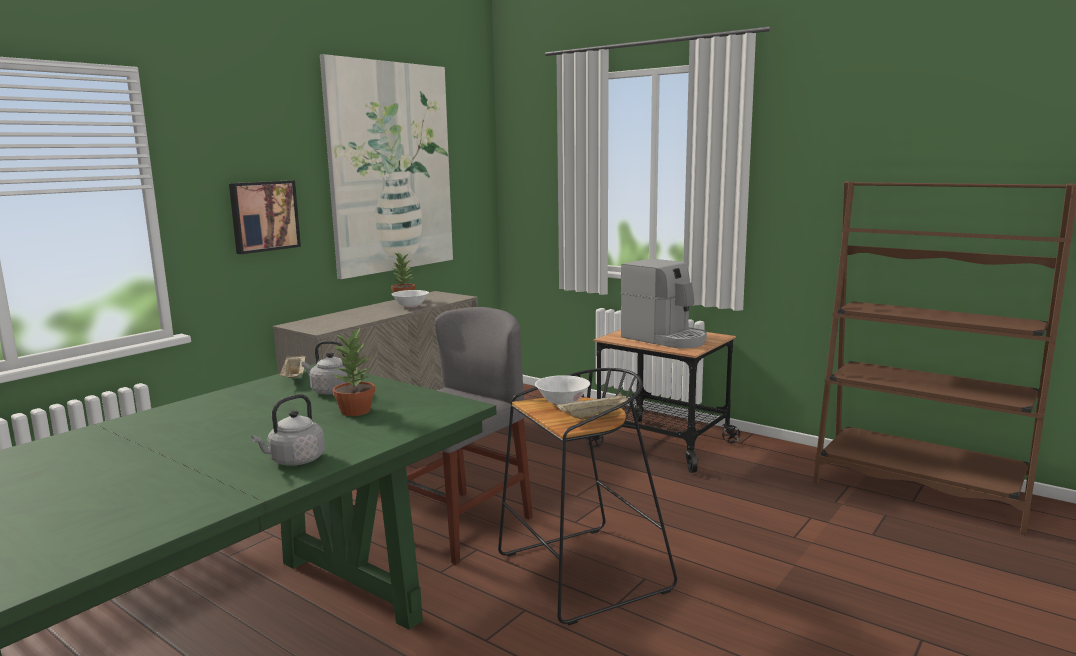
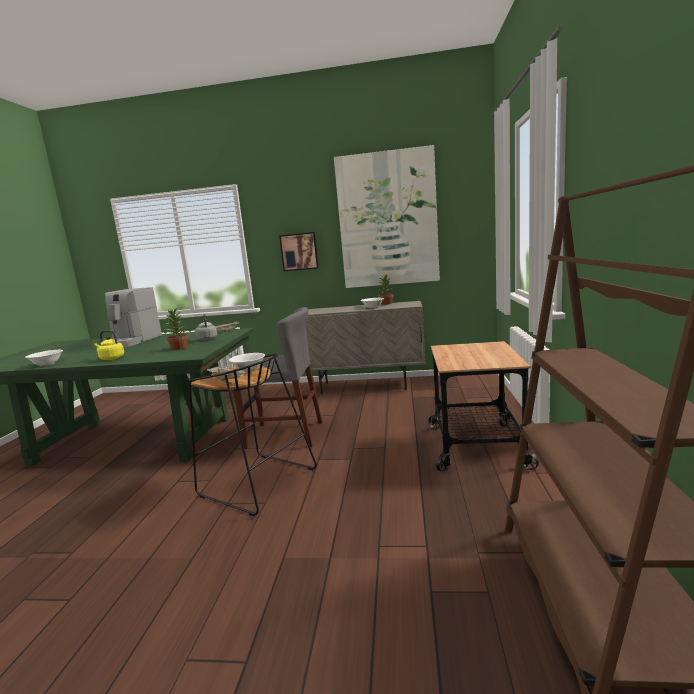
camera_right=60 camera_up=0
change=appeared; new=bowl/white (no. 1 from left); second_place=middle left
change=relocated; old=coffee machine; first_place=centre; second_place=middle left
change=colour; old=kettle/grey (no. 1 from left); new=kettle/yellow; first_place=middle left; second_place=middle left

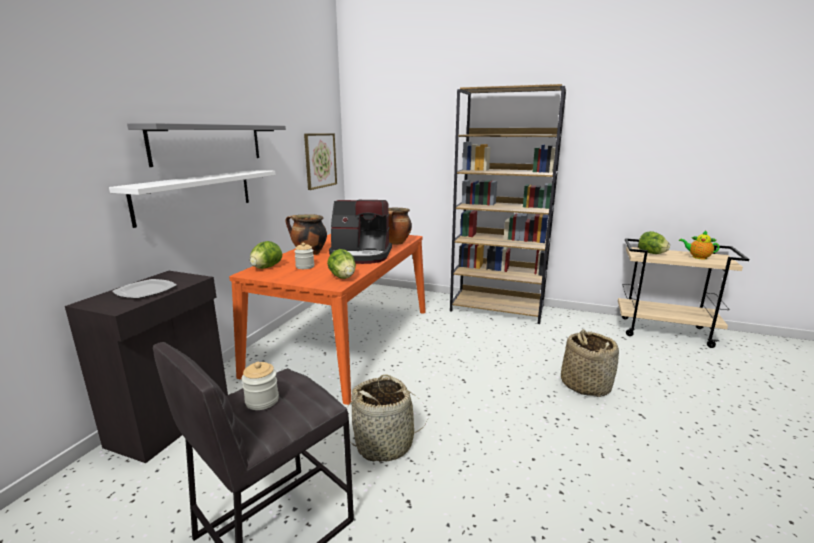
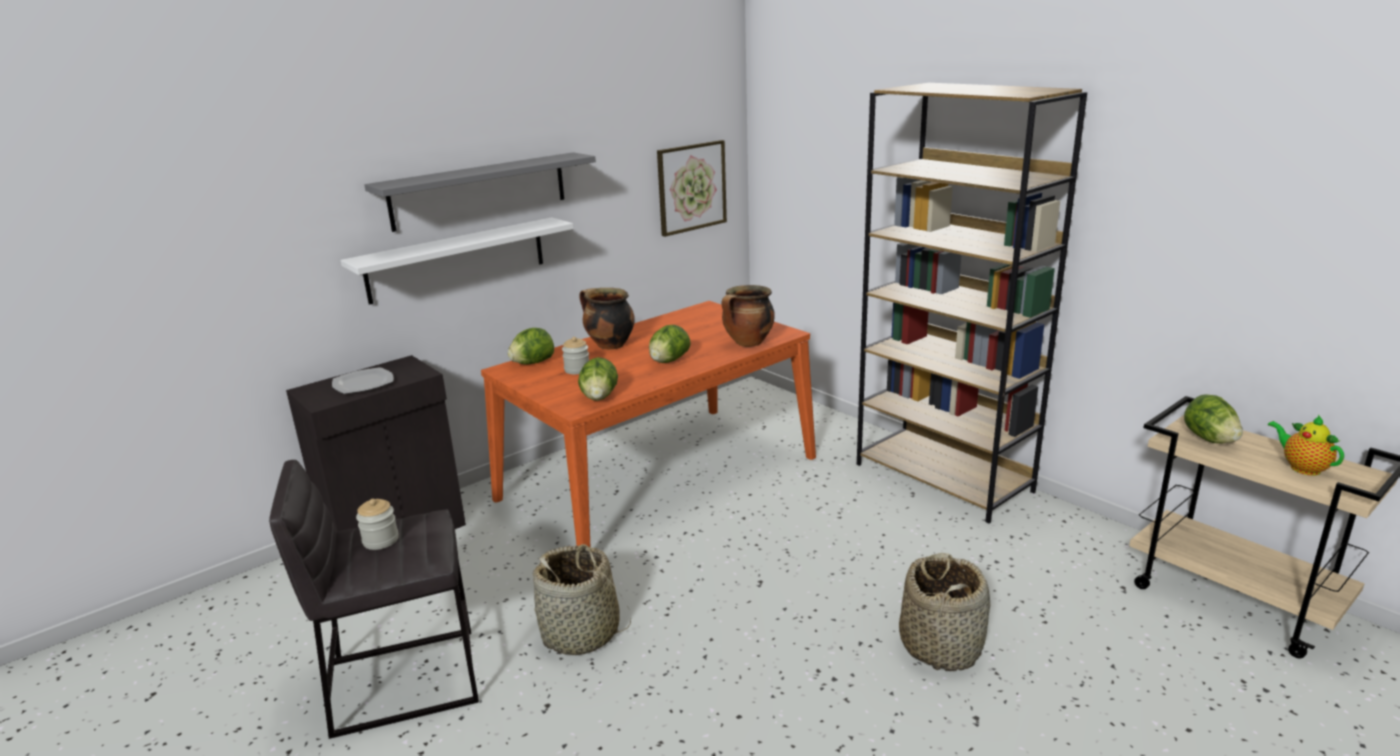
camera_right=30 camera_up=5
change=exchanged; old=coffee machine; new=lettuce (no. 3 from left); first_place=centre; second_place=centre

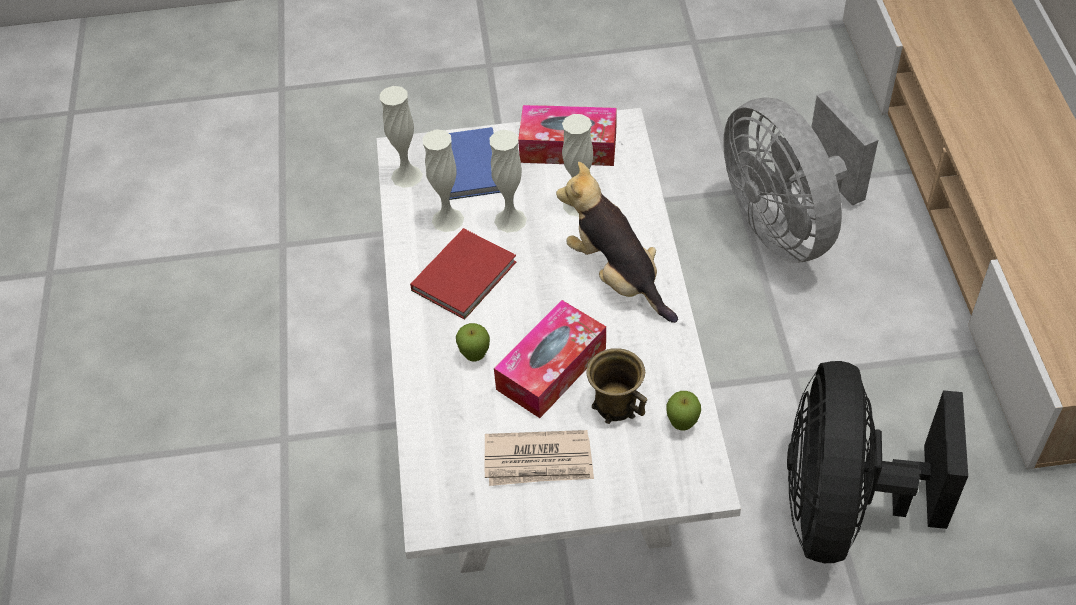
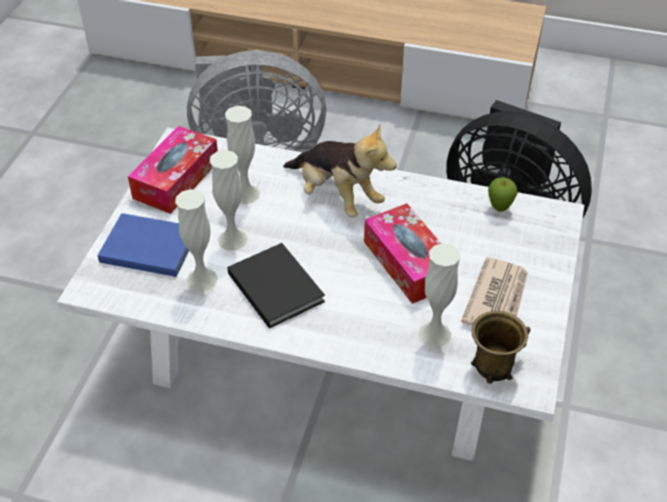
camera_right=-70 camera_up=-5
change=missing; old=apple (no. 1 from left); first_place=centre
change=relocated; old=vase/white (no. 1 from left in the first image); new=vase/white (no. 4 from left); first_place=top centre; second_place=centre
change=relocated; old=mug/brown; first_place=centre; second_place=bottom right
change=colour; old=book/red; new=book/black; first_place=centre; second_place=centre
change=spun; old=plush toy; first_place=centre; second_place=centre; degrees=-120

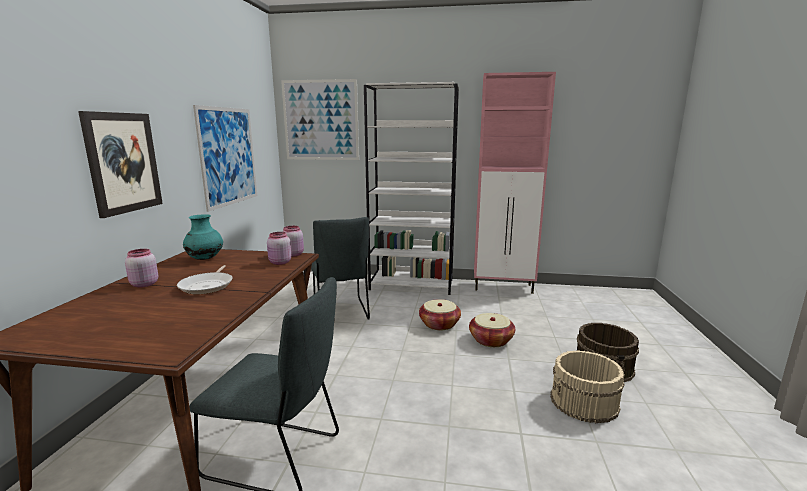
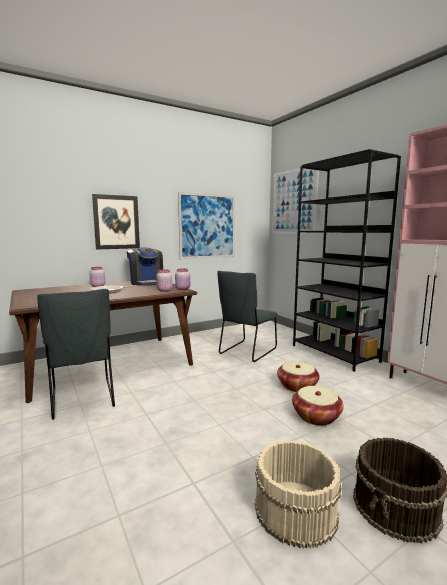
camera_right=50 camera_up=-5
change=exchanged; old=vase/turquoise; new=coffee machine; first_place=middle left; second_place=middle left
change=colour; old=bookcase/white; new=bookcase/black; first_place=centre; second_place=middle right

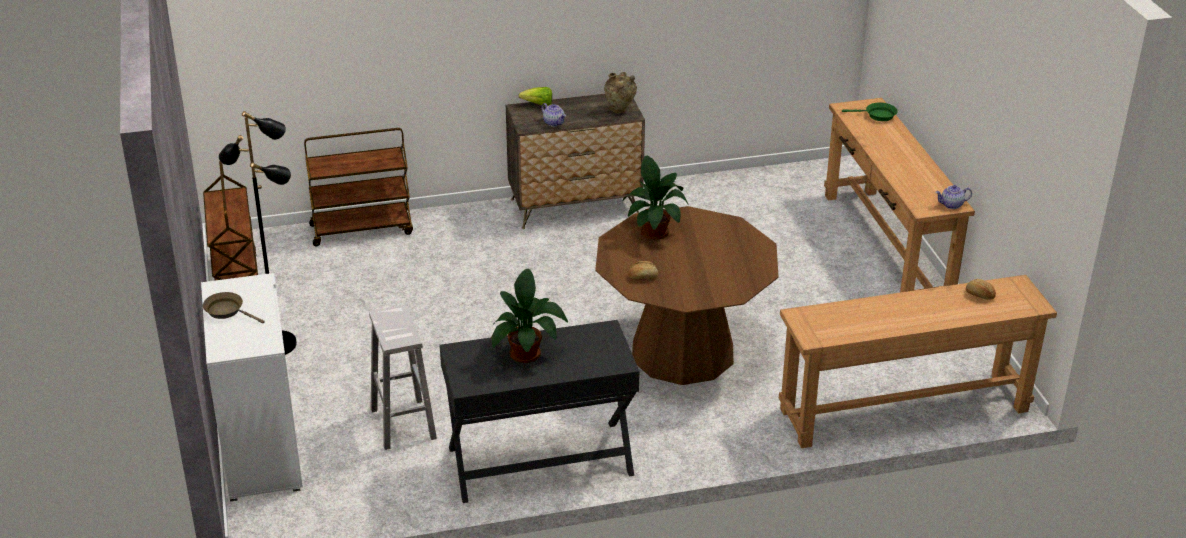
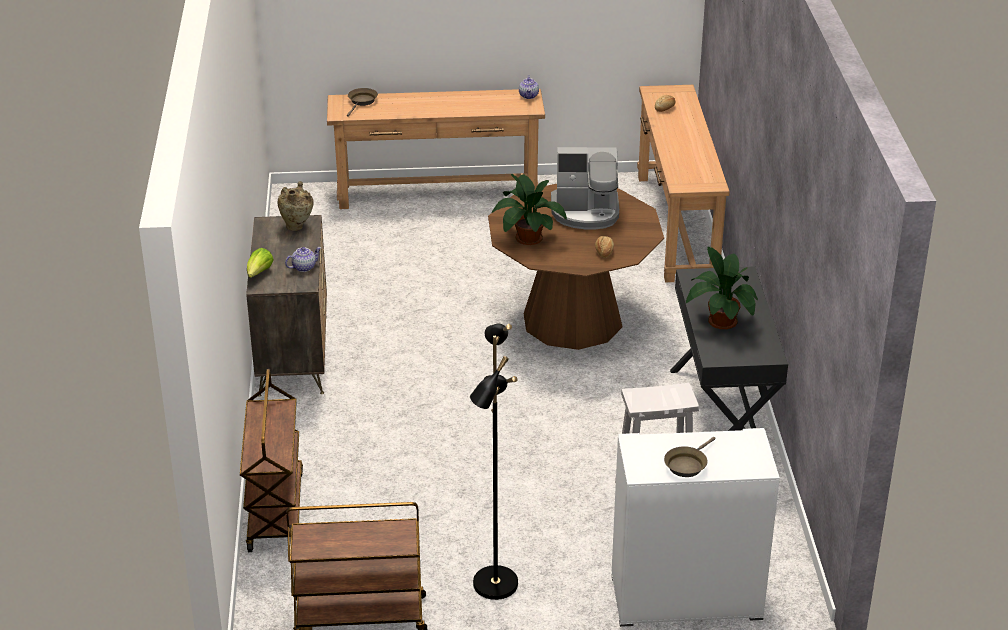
camera_right=-80 camera_up=0
change=appeared; new=coffee machine; second_place=top centre
change=colour; old=frying pan/green; new=frying pan/brown (no. 1 from left); first_place=top right; second_place=top centre

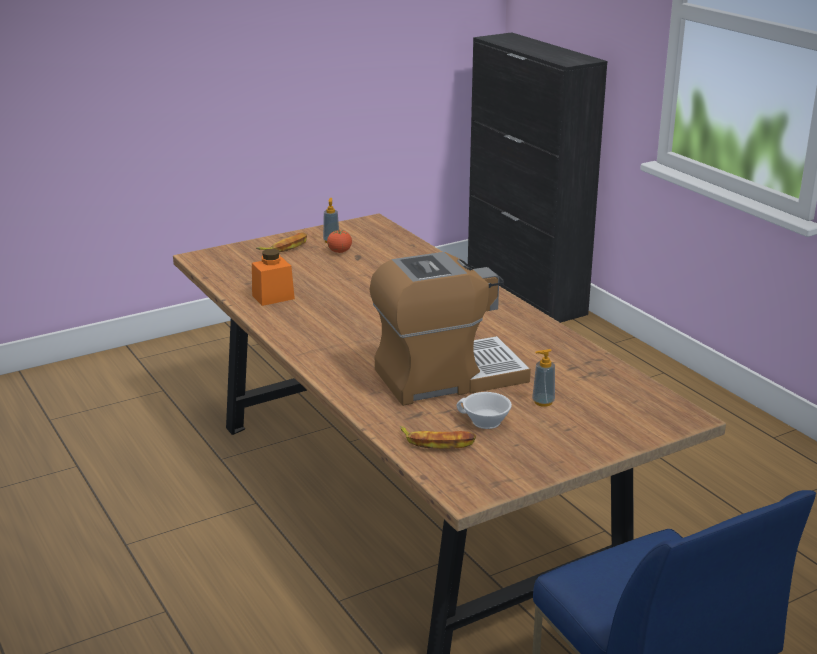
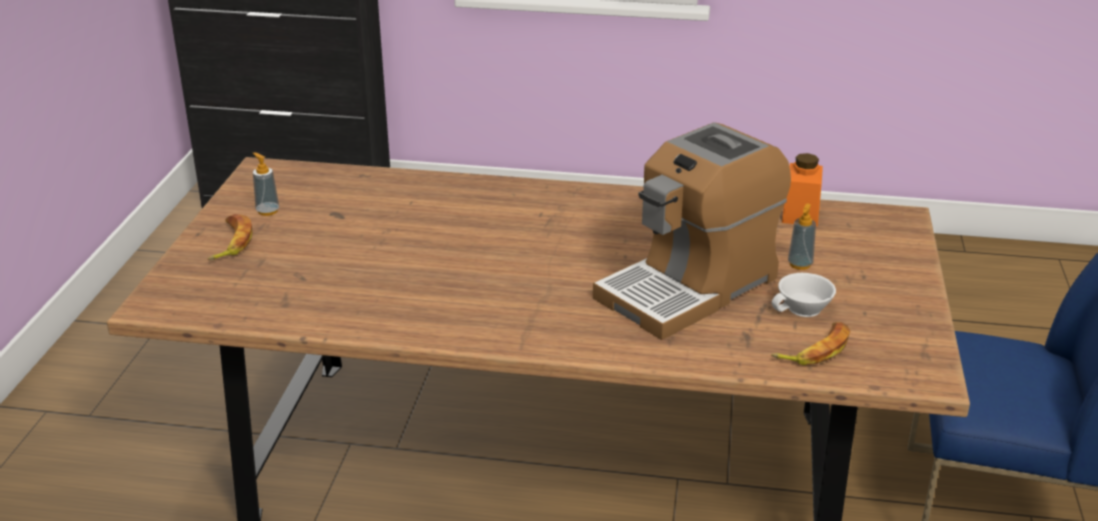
camera_right=-50 camera_up=5
change=missing; old=tomato; first_place=centre
change=relocated; old=jar/orange; first_place=centre; second_place=middle right
change=spun; old=coffee machine; first_place=centre; second_place=centre; degrees=-150

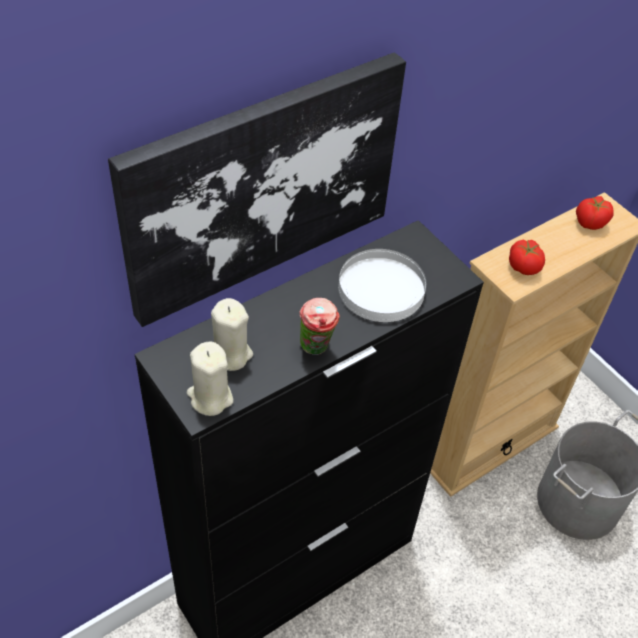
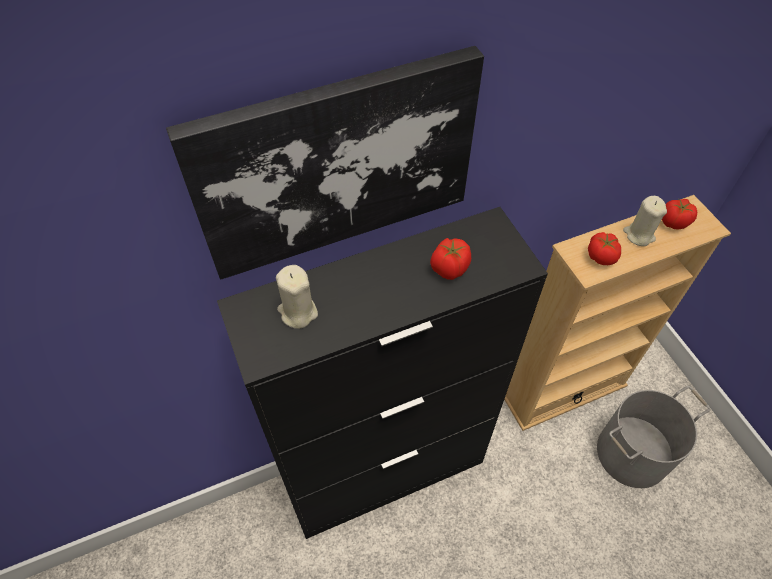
camera_right=15 camera_up=5
change=missing; old=cup; first_place=centre
change=relocated; old=candle/beige (no. 1 from left in the first image); new=candle/beige (no. 2 from left); first_place=middle left; second_place=middle right
change=exchanged; old=plate/white; new=tomato (no. 1 from left); first_place=centre; second_place=centre

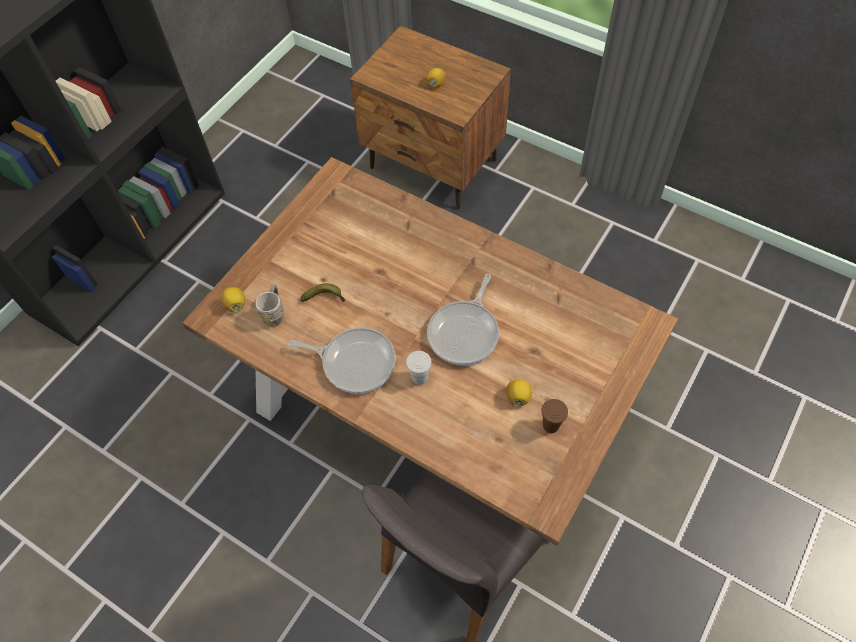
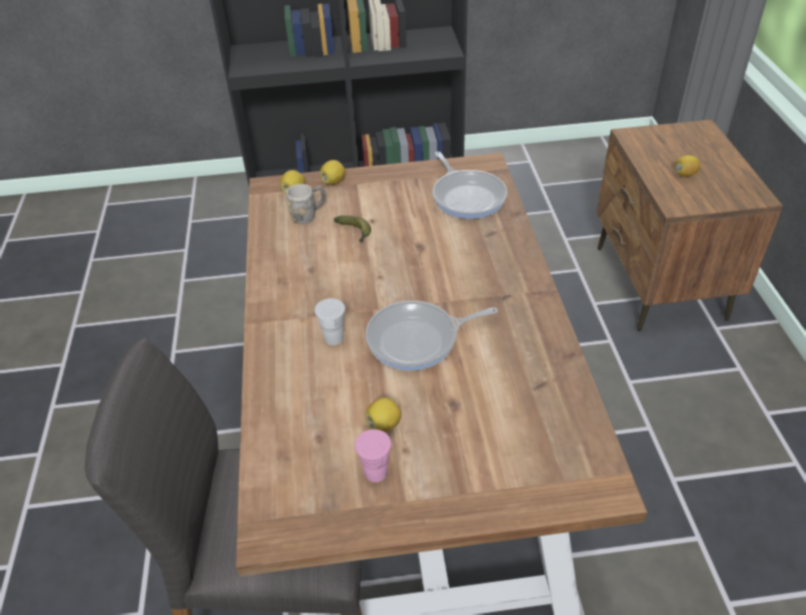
camera_right=50 camera_up=-15
change=appeared; new=lemon (no. 2 from left); second_place=top centre
change=relocated; old=frying pan (no. 1 from left in the first image); new=frying pan (no. 2 from left); first_place=centre; second_place=top centre
change=colour; old=cup/brown; new=cup/pink; first_place=centre; second_place=bottom centre

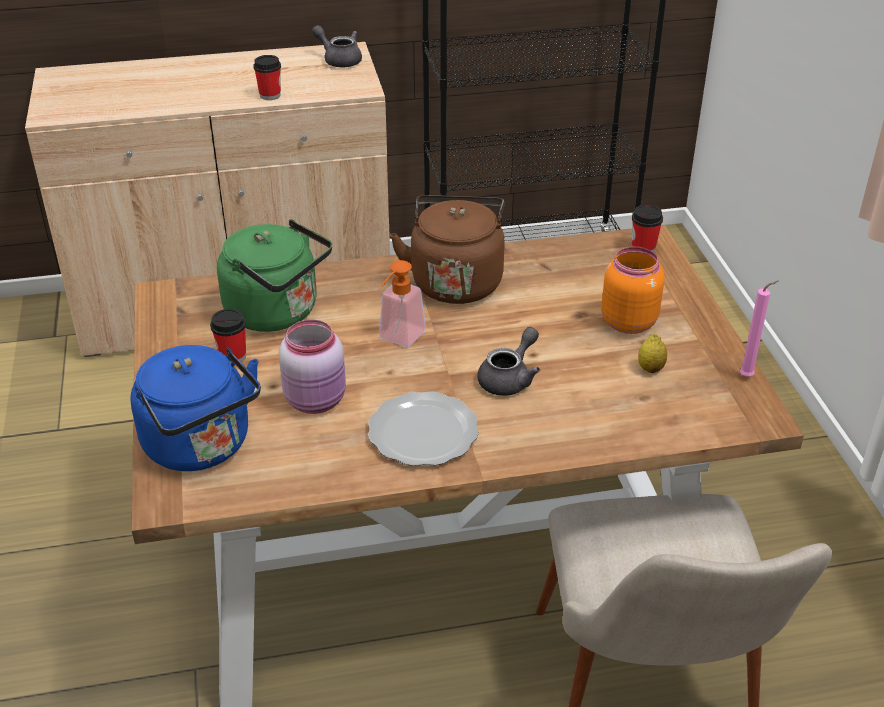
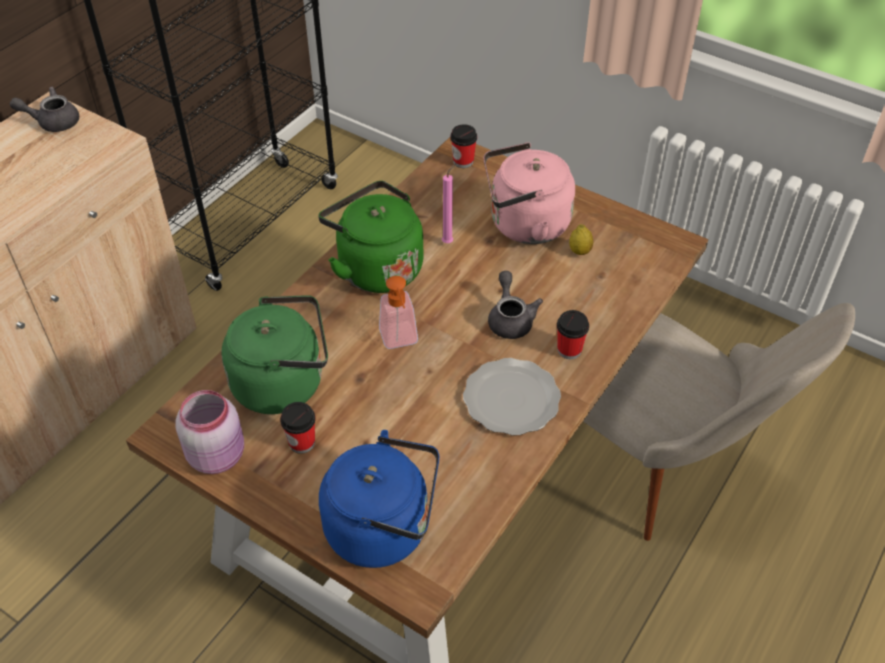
camera_right=-45 camera_up=10
change=relocated; old=cup (no. 2 from left in the first image); new=cup (no. 3 from left); first_place=top left; second_place=centre
change=relocated; old=jar/pink; first_place=centre; second_place=middle left
change=relocated; old=candle/pink; first_place=middle right; second_place=top centre
change=exchanged; old=jar/orange; new=kettle/pink; first_place=middle right; second_place=top centre
change=colour; old=kettle/brown; new=kettle/green (no. 2 from left); first_place=centre; second_place=centre

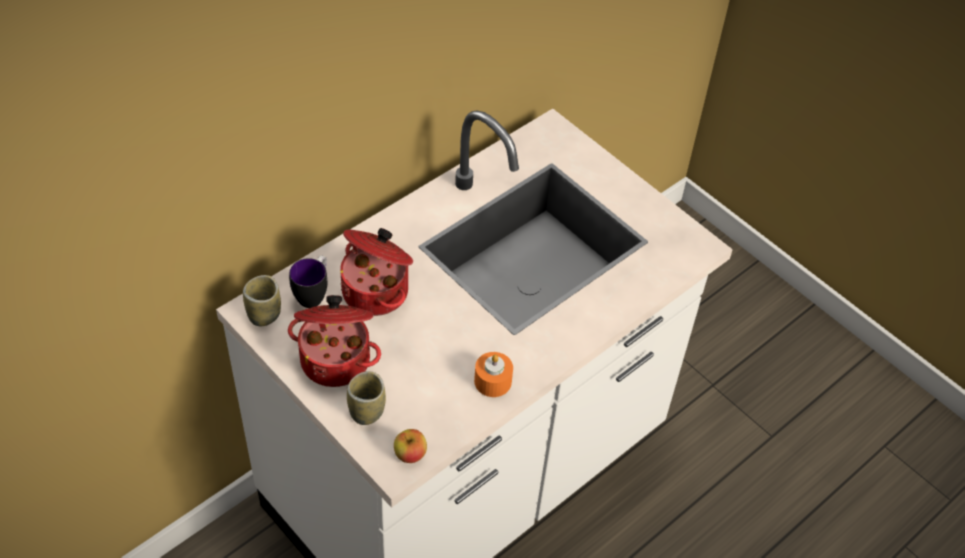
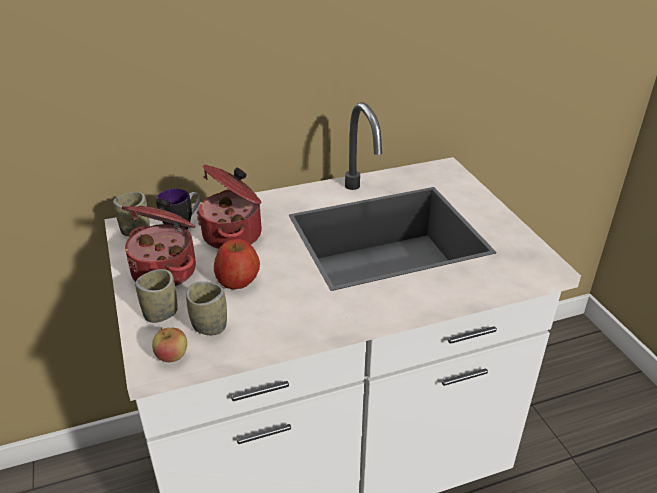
camera_right=25 camera_up=-15
change=missing; old=candle/orange; first_place=bottom centre
change=appeared; new=cup (no. 3 from left); second_place=middle left
change=appeared; new=apple (no. 2 from left); second_place=centre

